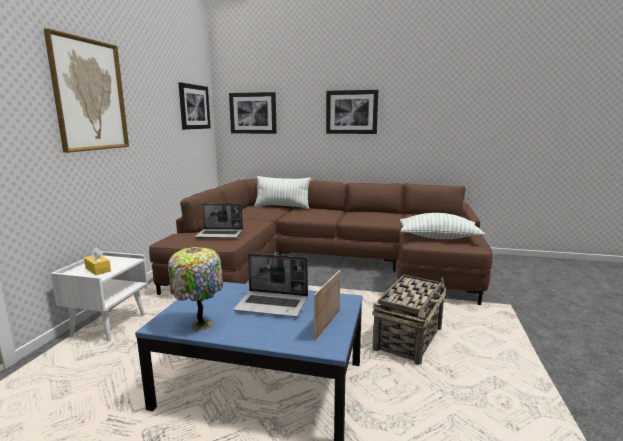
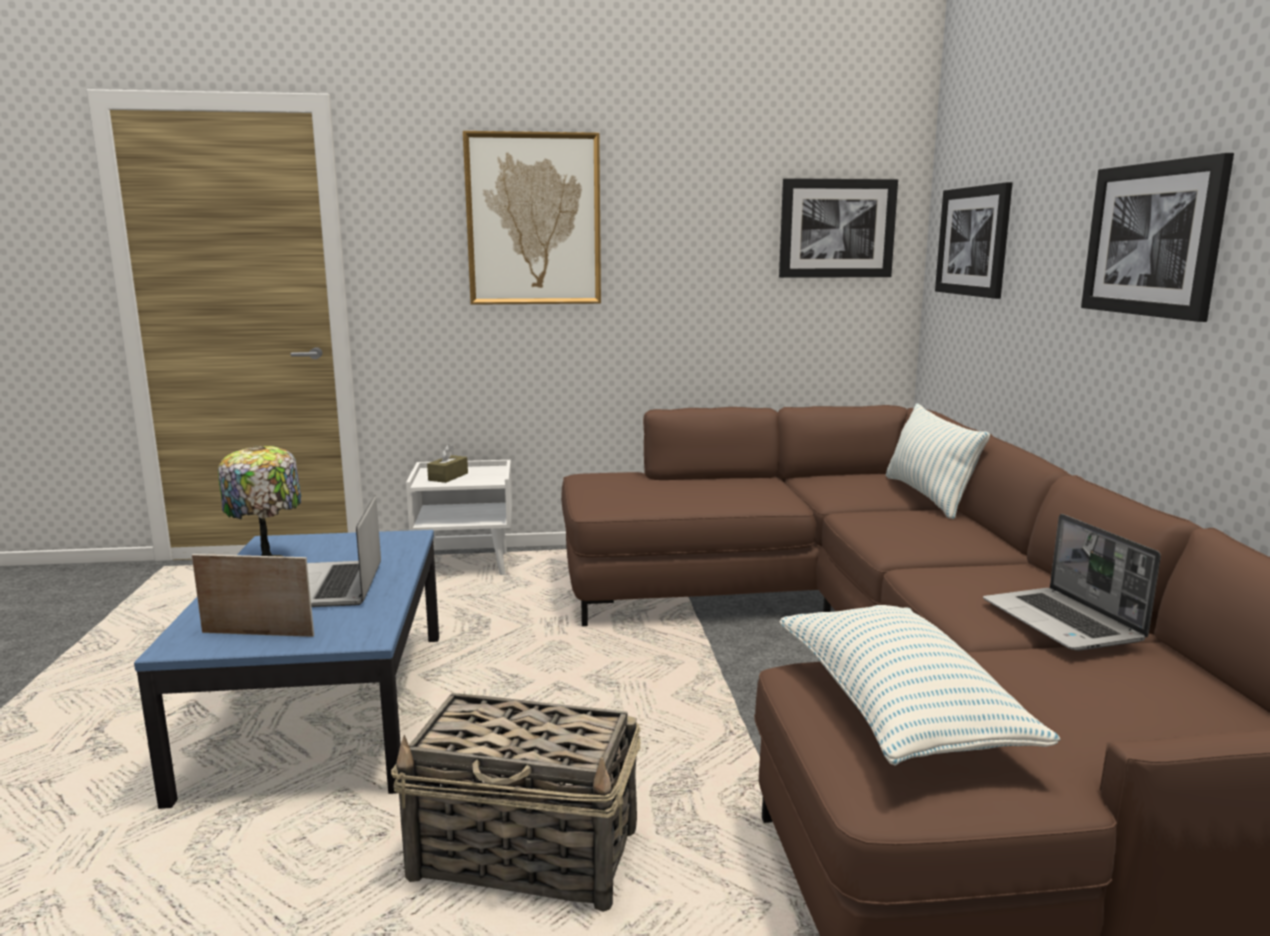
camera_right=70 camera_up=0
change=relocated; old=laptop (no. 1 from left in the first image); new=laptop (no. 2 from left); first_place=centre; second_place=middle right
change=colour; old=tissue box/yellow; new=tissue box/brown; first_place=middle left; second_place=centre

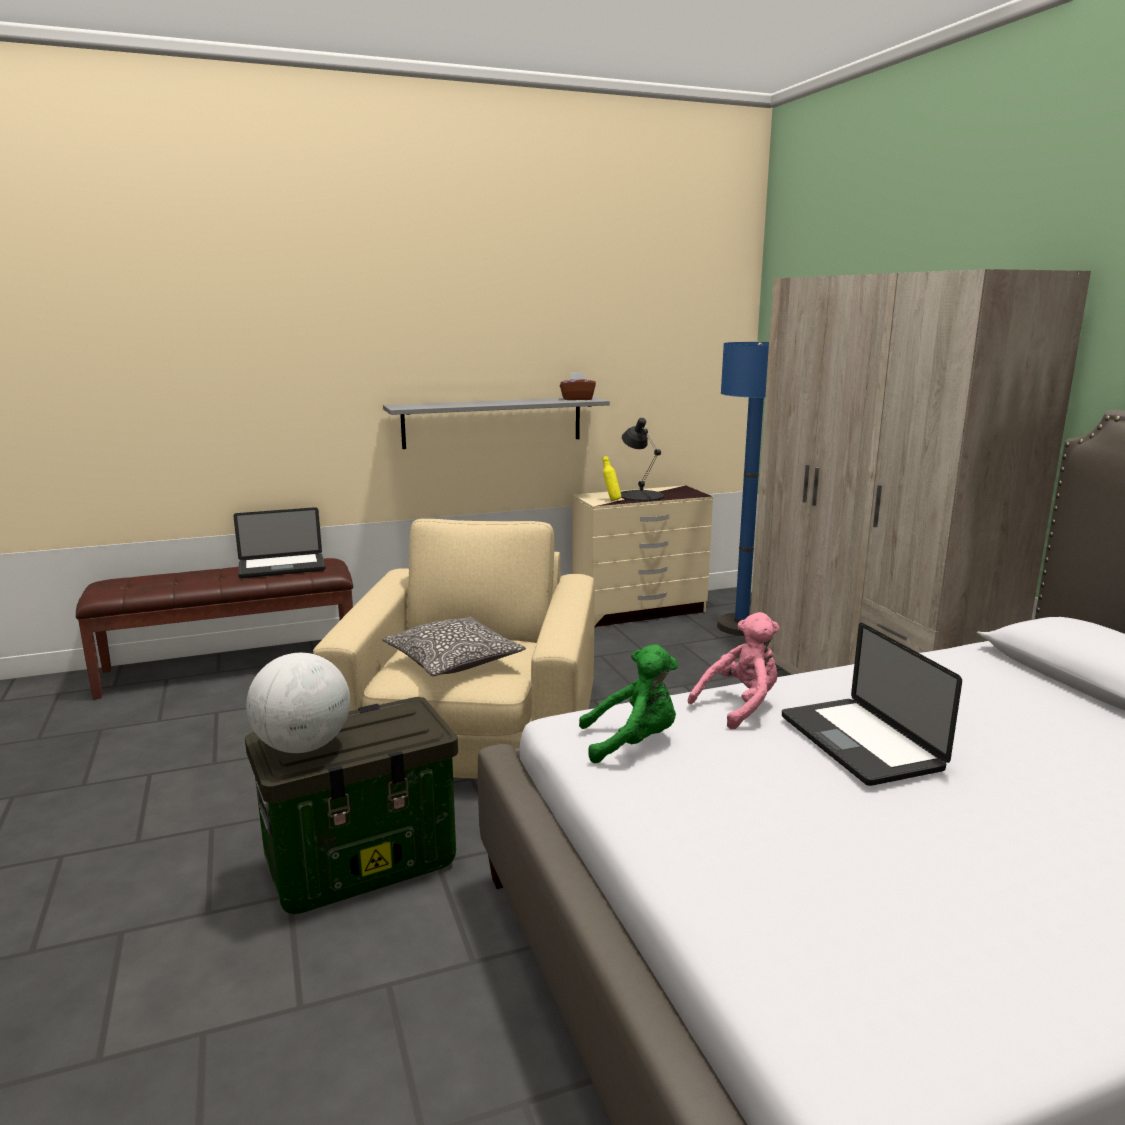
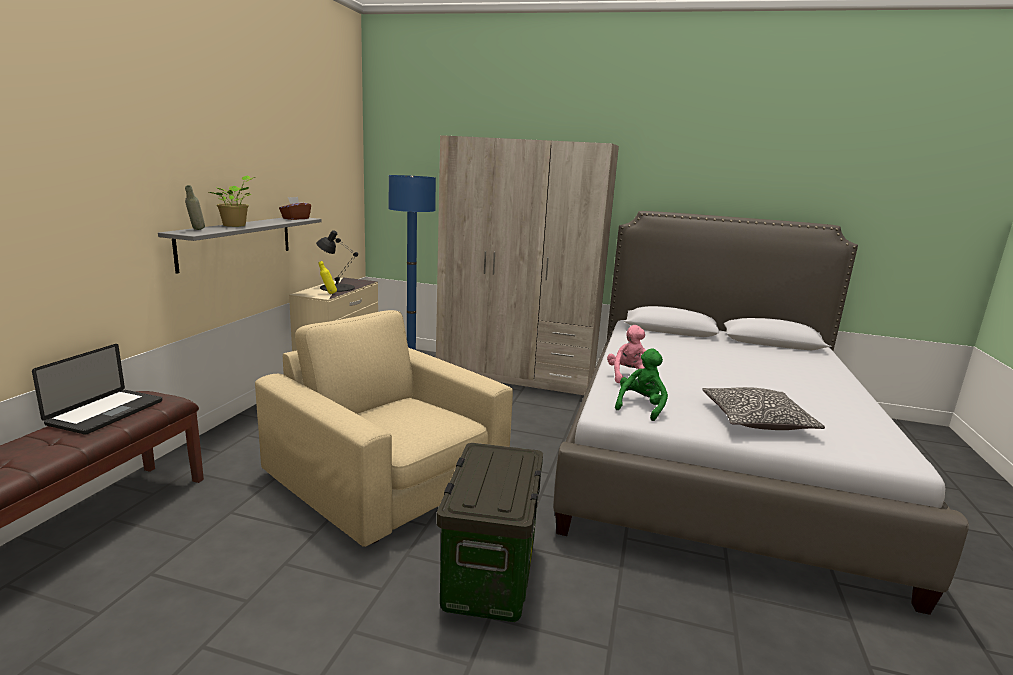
camera_right=-55 camera_up=0
change=missing; old=globe; first_place=middle left
change=missing; old=laptop (no. 2 from left); first_place=middle right
change=appeared; new=bottle/grey; second_place=top left
change=appeared; new=potted plant; second_place=top left
change=relocated; old=pillow; first_place=centre; second_place=middle right

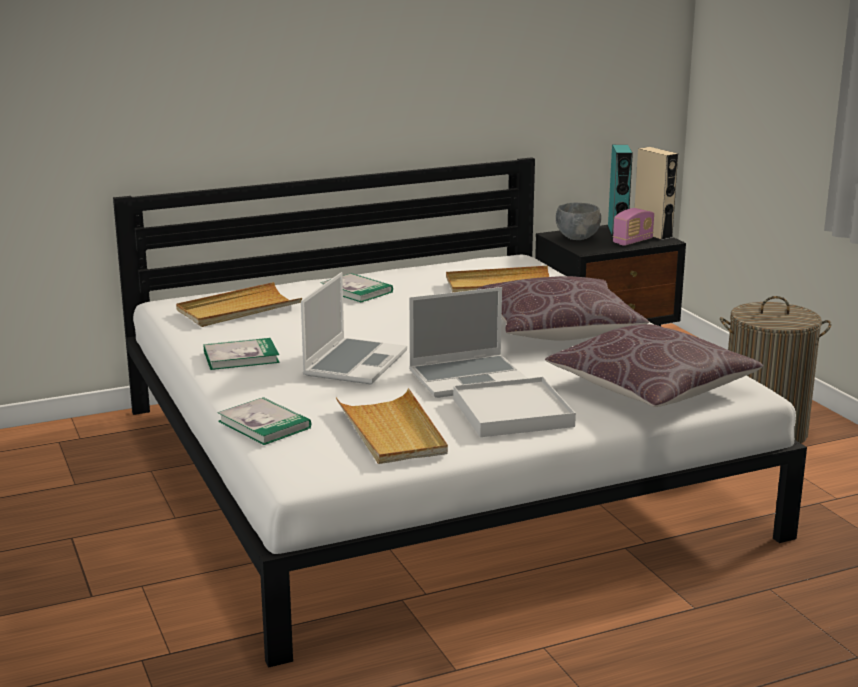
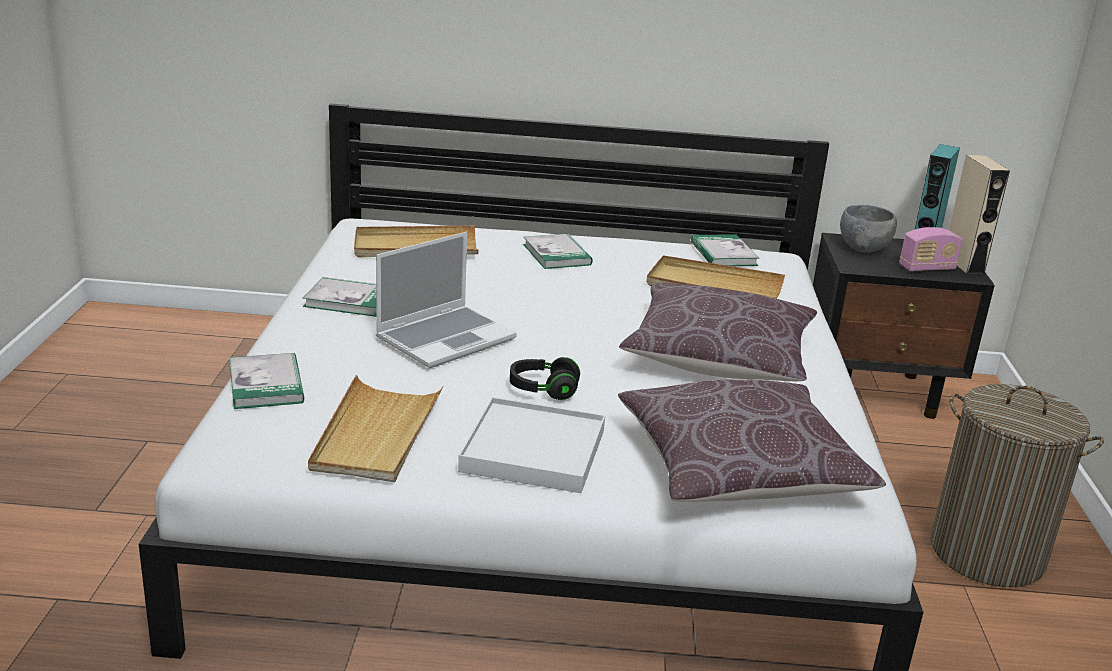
camera_right=25 camera_up=5
change=appeared; new=book (no. 4 from left); second_place=centre
change=exchanged; old=laptop (no. 2 from left); new=headphones/black; first_place=centre; second_place=centre

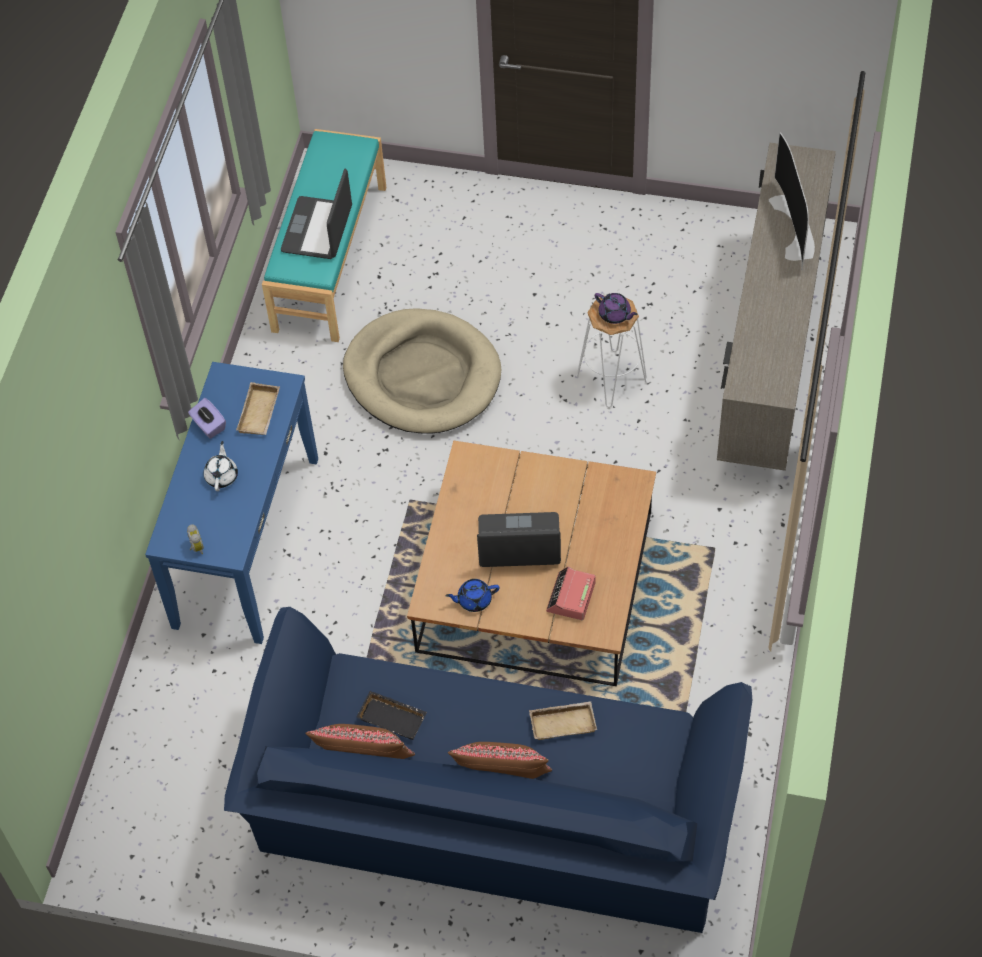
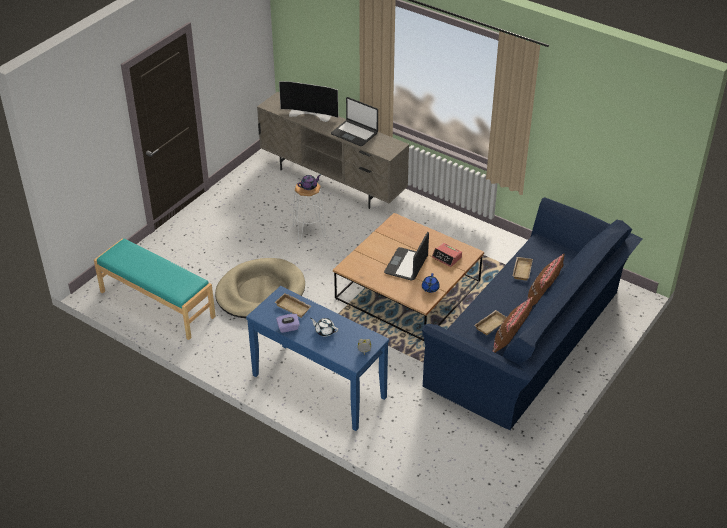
camera_right=-70 camera_up=-15
change=relocated; old=laptop (no. 1 from left); first_place=top left; second_place=top centre
change=colour; old=tray/black; new=tray/beige (no. 2 from left); first_place=bottom centre; second_place=middle right

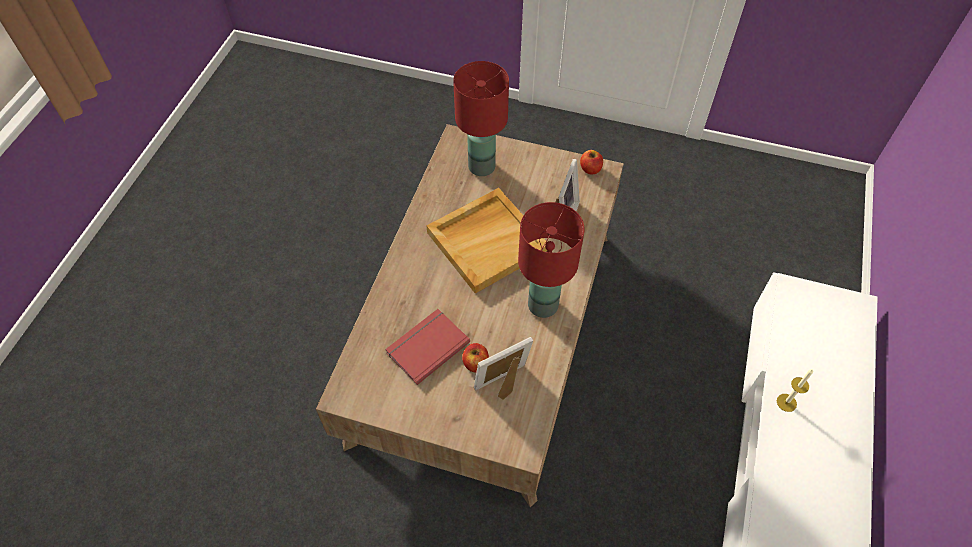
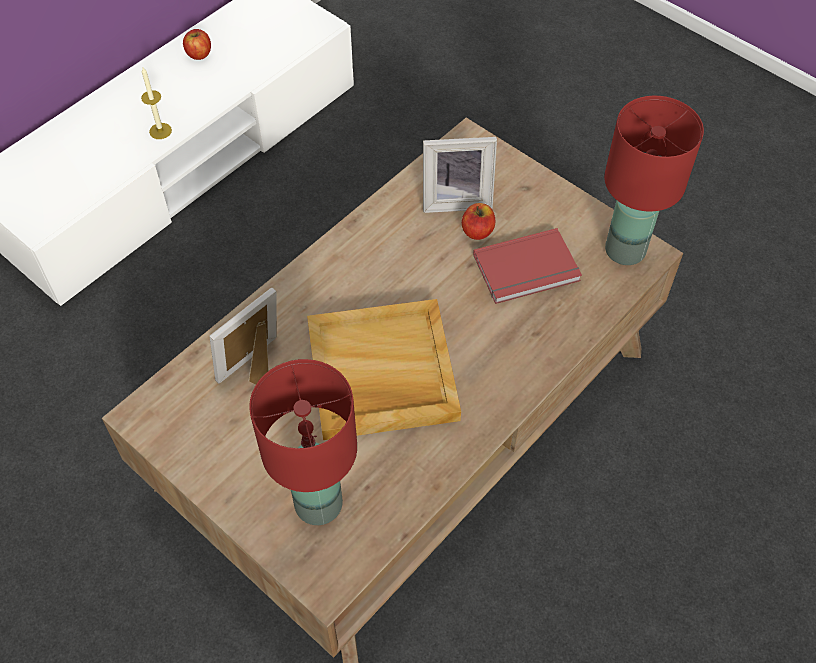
camera_right=-155 camera_up=0
change=relocated; old=table lamp/red (no. 2 from left); first_place=centre; second_place=top right
change=relocated; old=apple (no. 2 from left in the first image); new=apple (no. 1 from left); first_place=top centre; second_place=top left

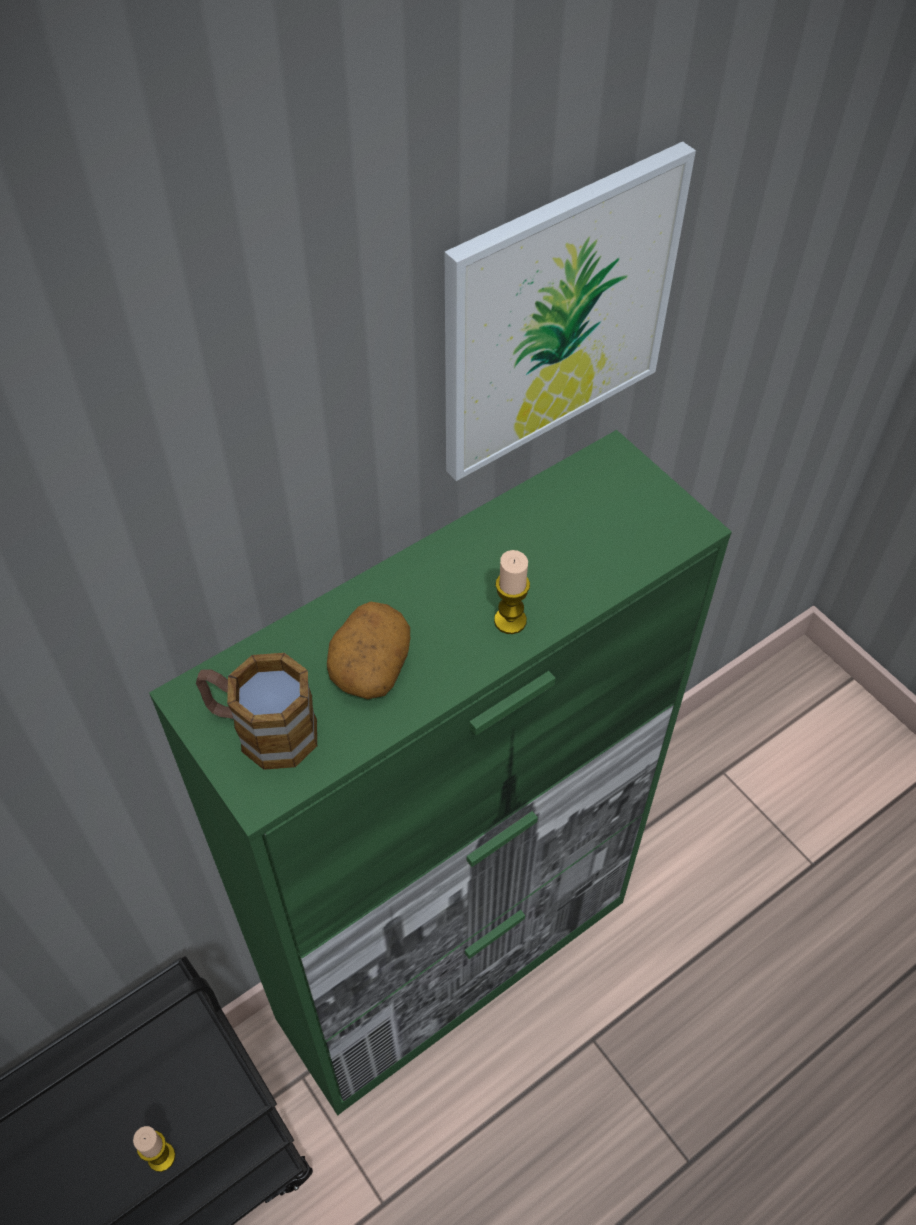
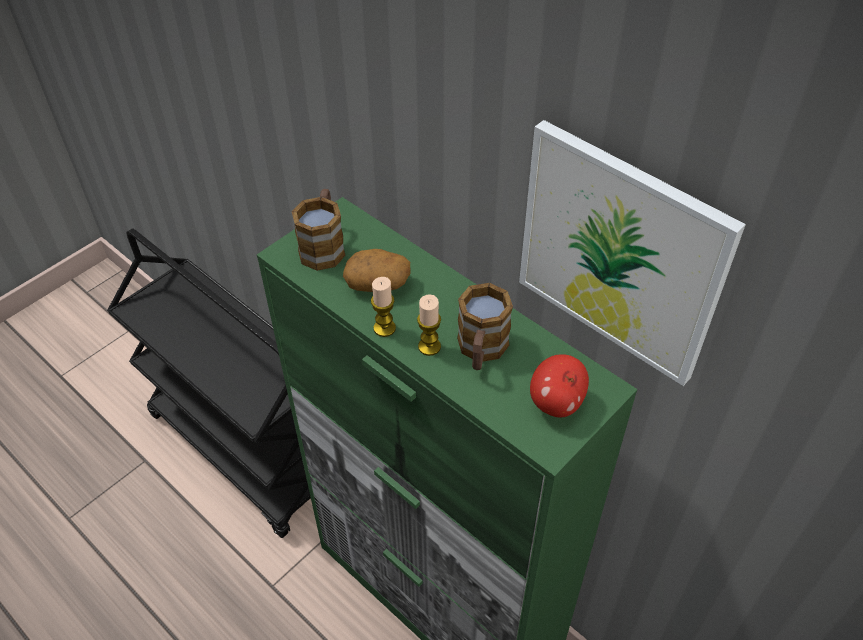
camera_right=80 camera_up=-5
change=appeared; new=mug (no. 2 from left); second_place=centre
change=appeared; new=apple; second_place=centre
change=relocated; old=candle (no. 1 from left); first_place=bottom left; second_place=centre

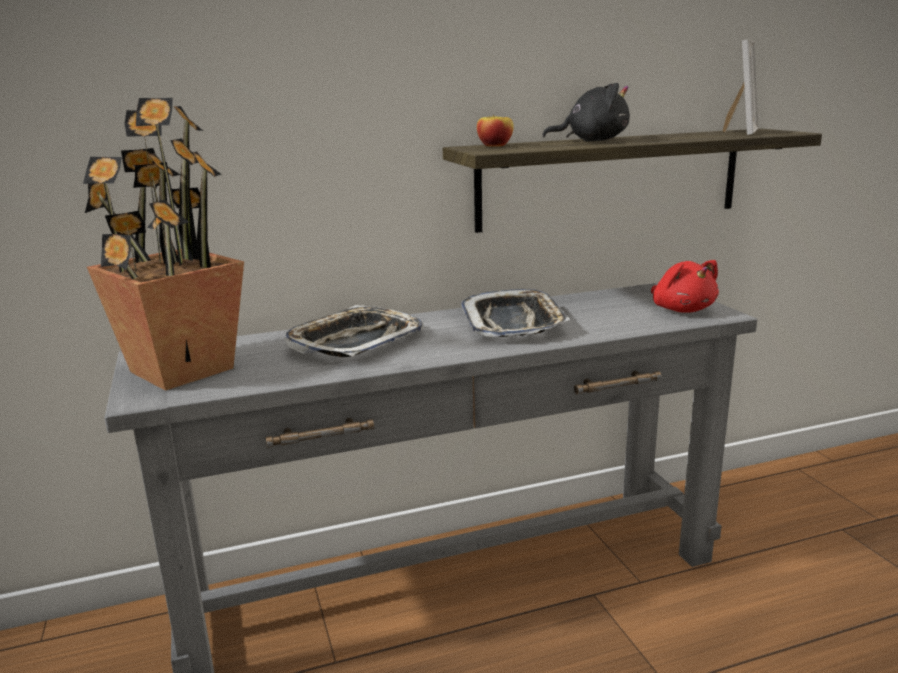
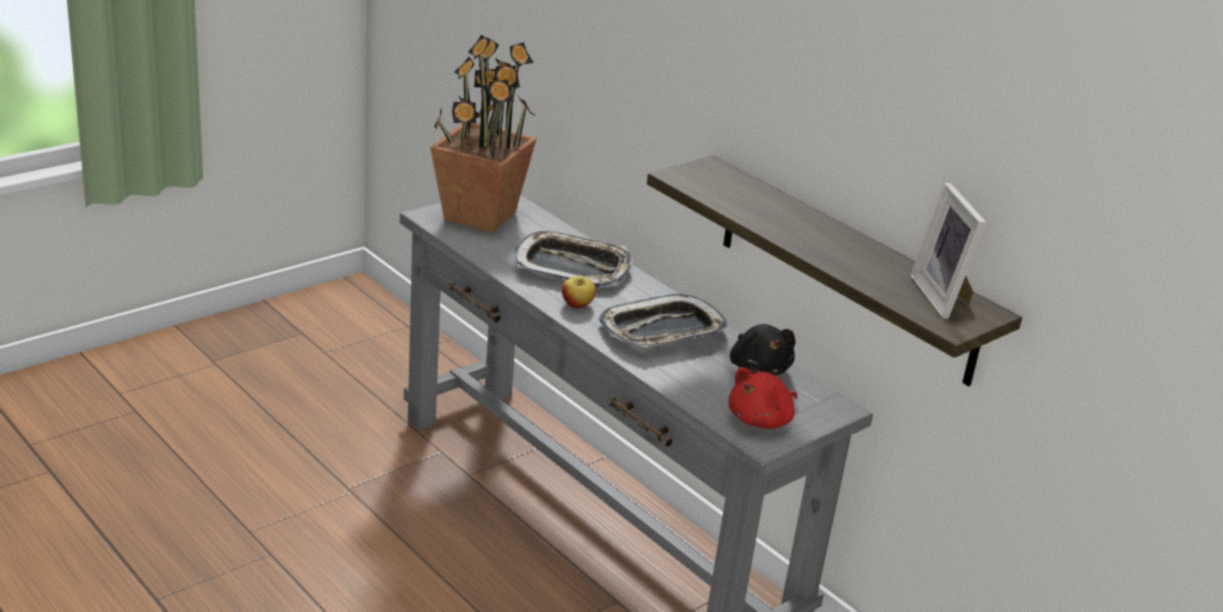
camera_right=65 camera_up=10
change=relocated; old=apple; first_place=top centre; second_place=centre
change=relocated; old=plush toy/black; first_place=top centre; second_place=centre
change=spun; old=picture frame; first_place=top right; second_place=middle right; degrees=75

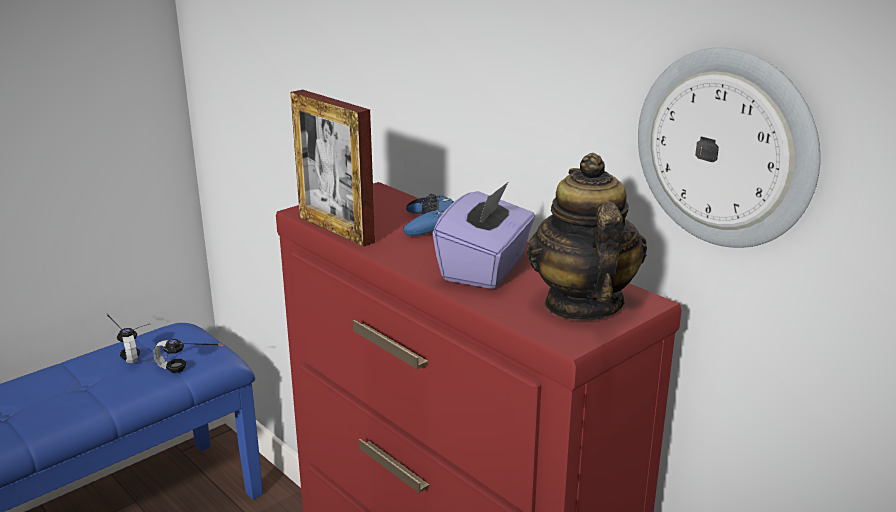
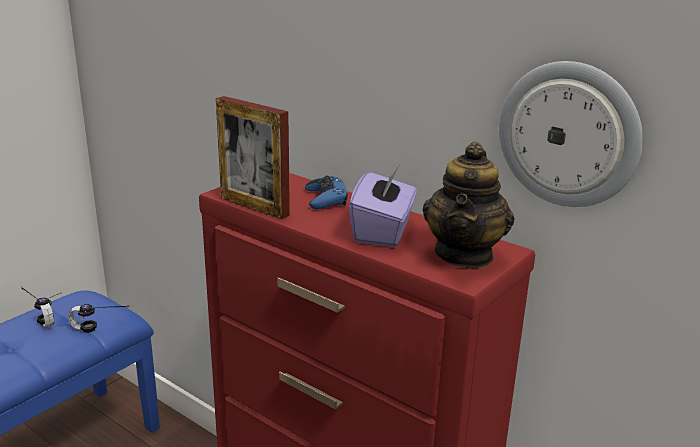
camera_right=-10 camera_up=0
change=spun; old=teapot; first_place=centre; second_place=middle right; degrees=-150

